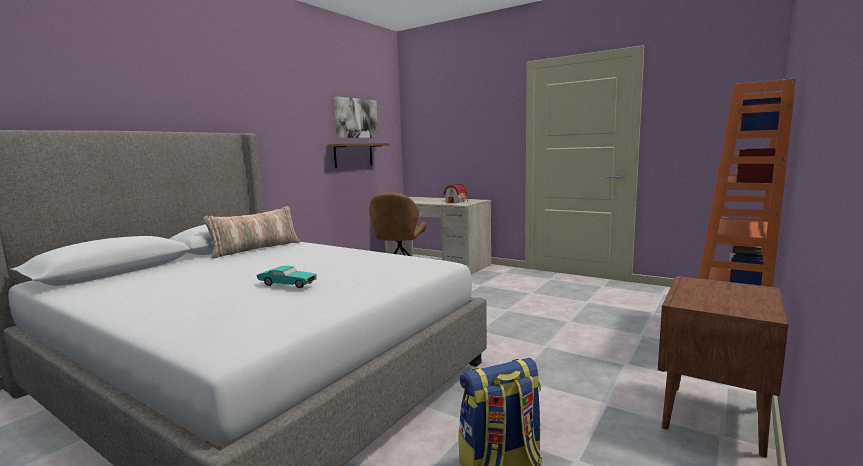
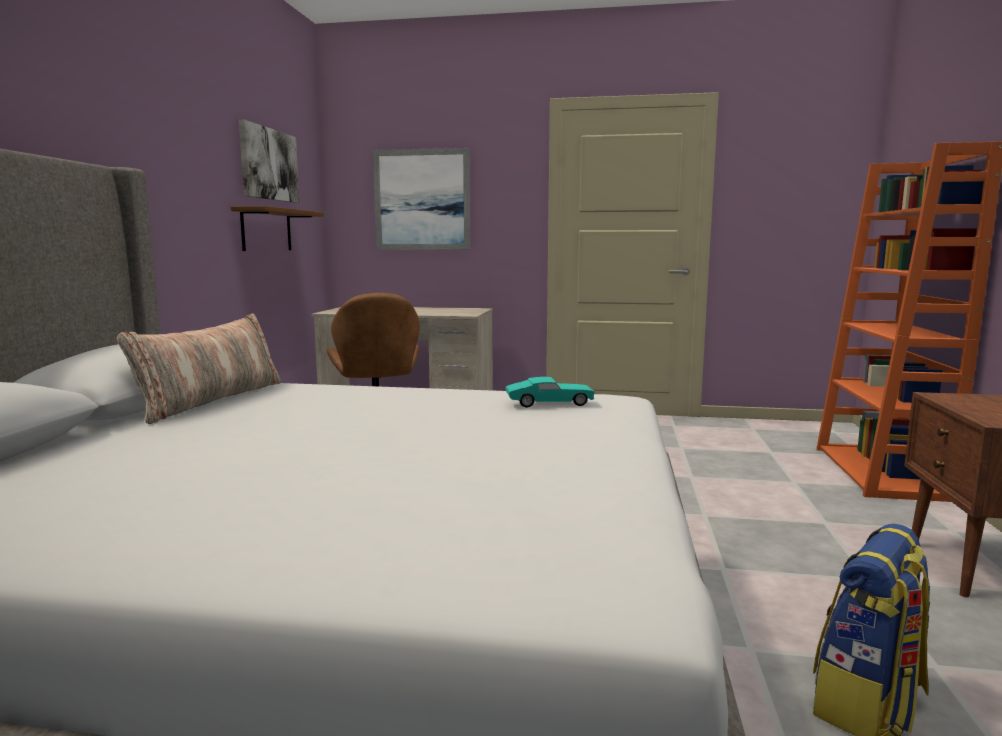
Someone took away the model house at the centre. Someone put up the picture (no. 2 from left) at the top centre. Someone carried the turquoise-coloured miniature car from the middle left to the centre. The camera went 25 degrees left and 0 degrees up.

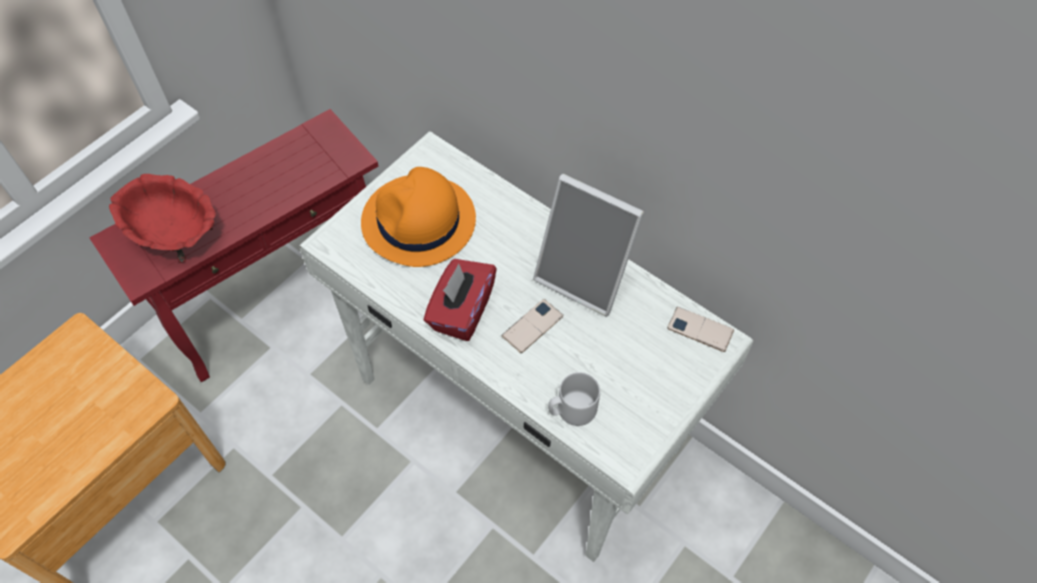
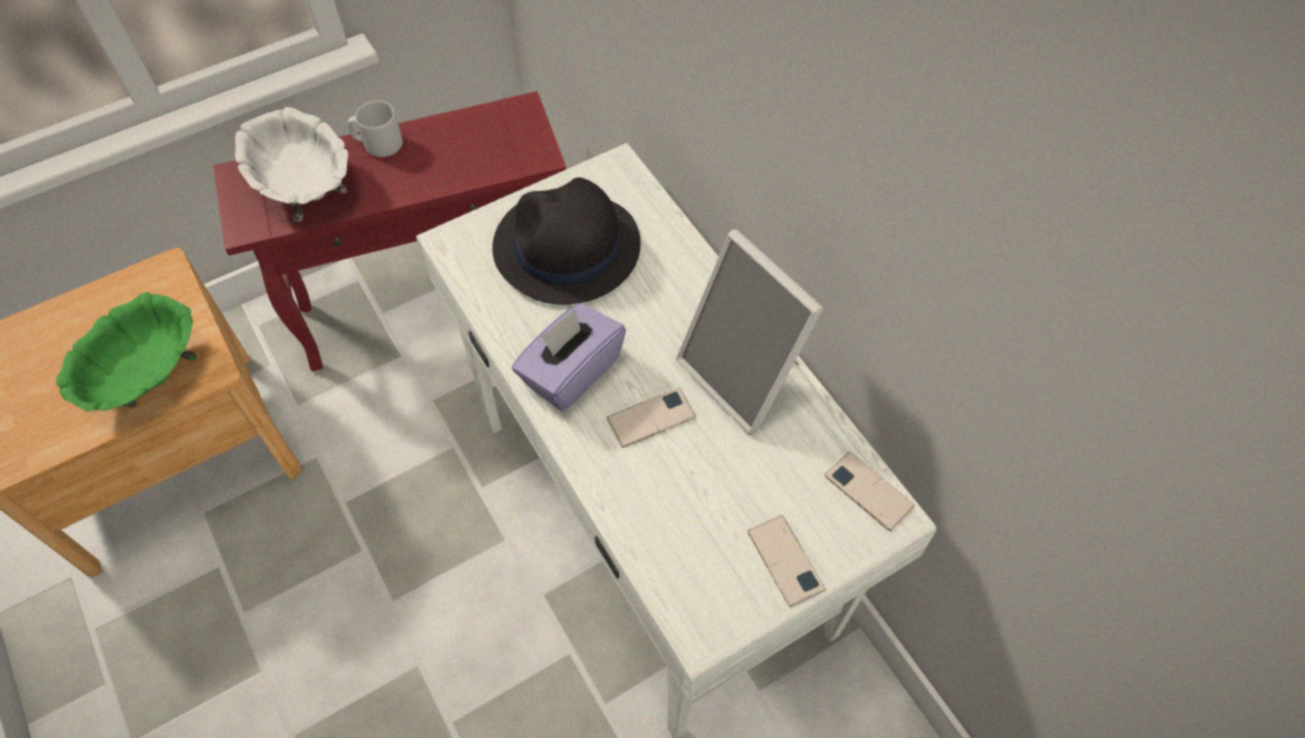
Someone put down the greenish deep dish at the middle left. Someone put down the telephone (no. 2 from left) at the bottom centre. Someone carried the grey coffee mug from the bottom centre to the top left. Someone repainted the red-coloured deep dish at the middle left, which became the white deep dish at the top left. Someone repainted the orange-coloured clothing hat at the centre, which became the black clothing hat at the top centre. Someone repainted the red-coloured tissue box at the centre, which became the purple-coloured tissue box at the centre. The camera went 20 degrees right and 0 degrees up.

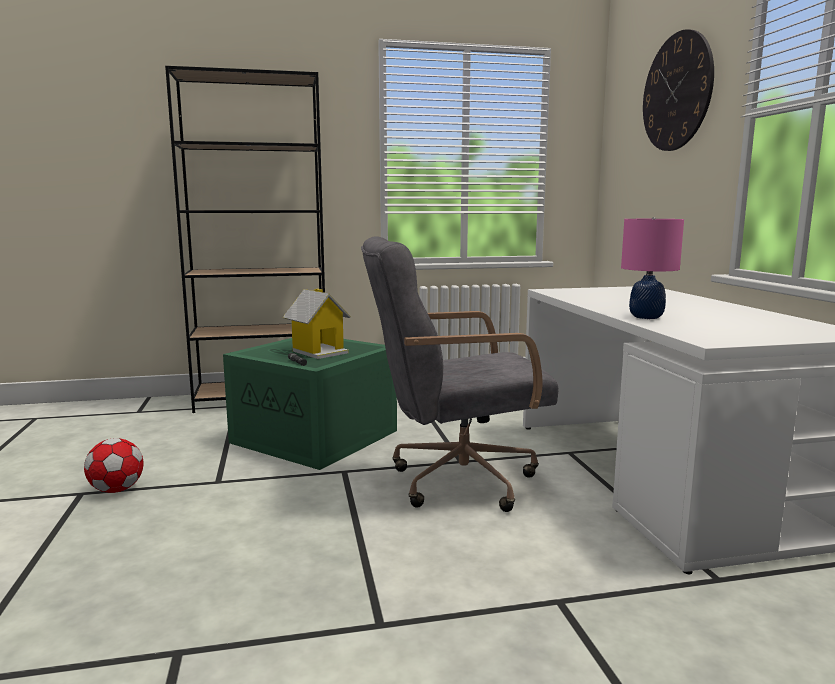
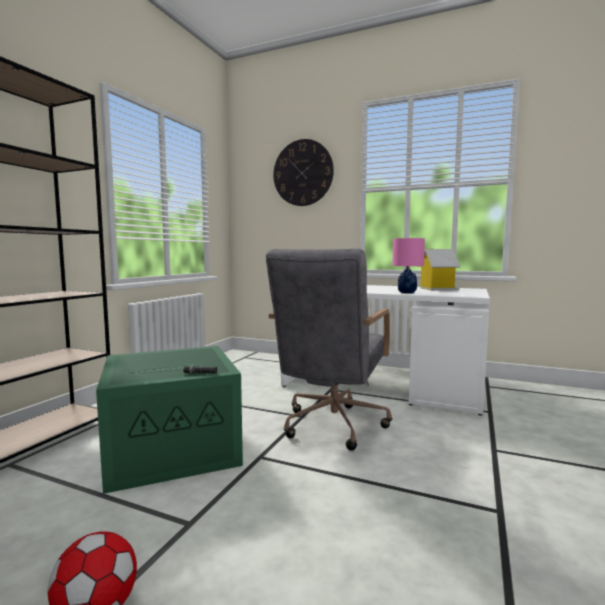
Someone carried the model house from the centre to the middle right. The camera went 55 degrees left and 5 degrees down.

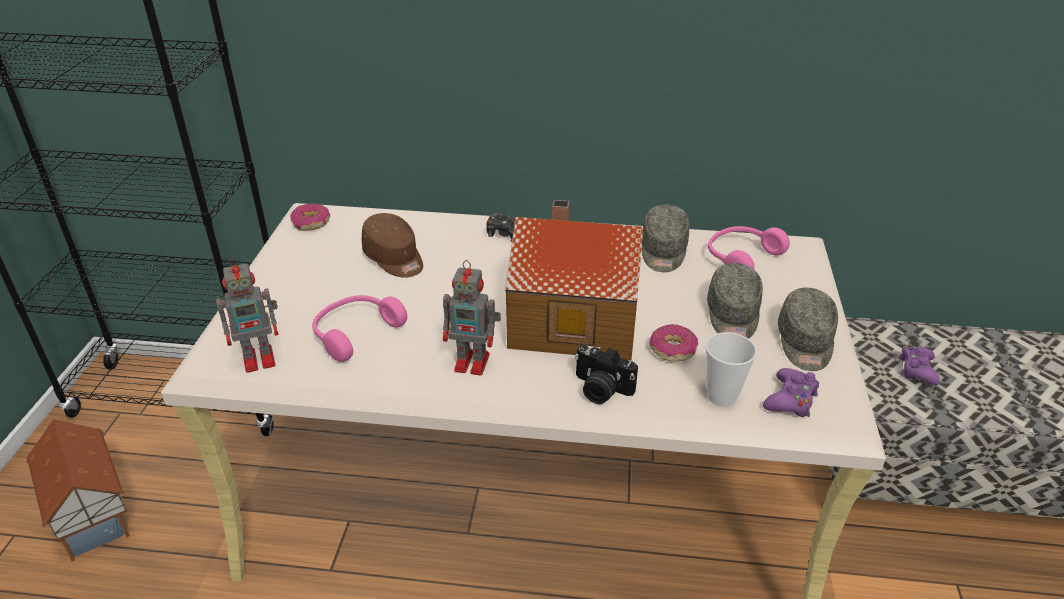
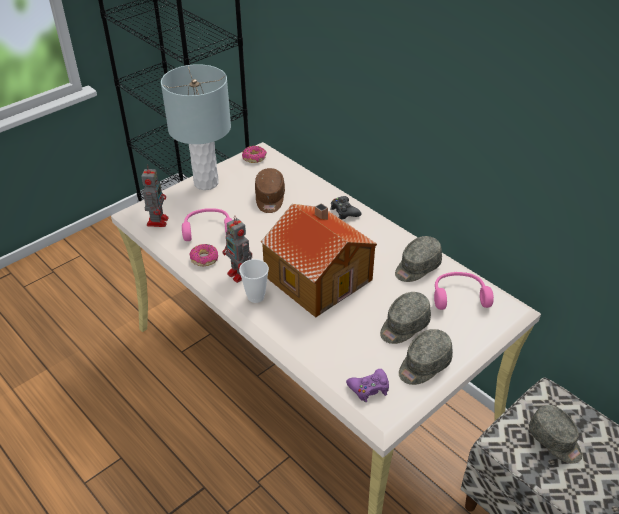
Someone took away the model house (no. 1 from left) at the bottom left. Someone took away the photo camera at the centre. Someone put down the grey tabletop lamp at the top left. Someone carried the doughnut (no. 2 from left in the first image) from the centre to the middle left. Someone carried the drinking cup from the middle right to the centre. Someone swapped the purple-coloured gamepad (no. 2 from left) at the middle right for the grey baseball cap (no. 4 from left) at the bottom right. Someone rotated the toy robot (no. 1 from left) at the middle left by 105 degrees counterclockwise. The camera went 40 degrees right and 5 degrees up.

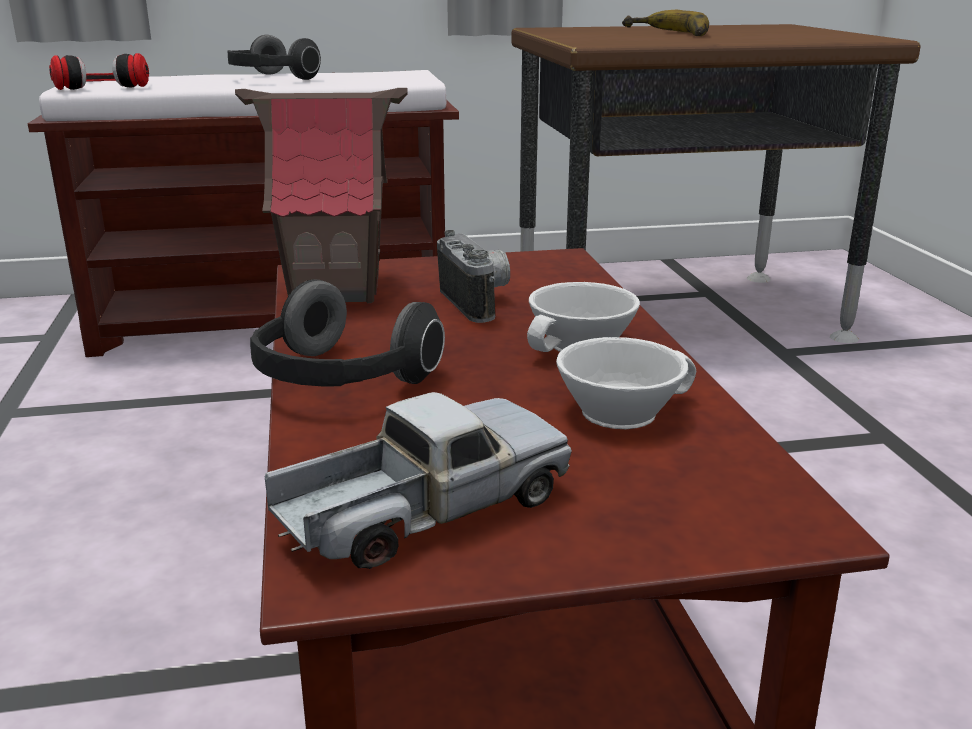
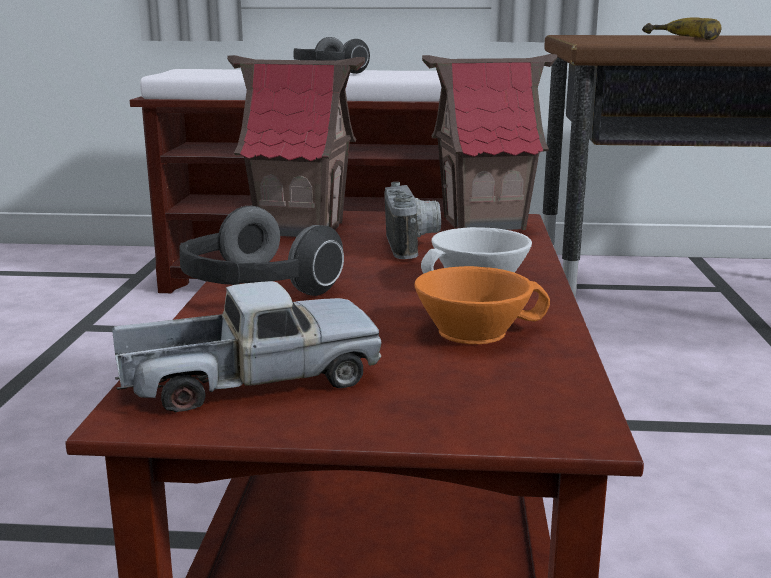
Someone took away the headphones (no. 1 from left) at the top left. Someone put down the model house (no. 2 from left) at the top centre. Someone repainted the white drinking cup (no. 2 from left) at the centre, which became the orange-coloured drinking cup at the centre. The camera went 15 degrees right and 5 degrees down.

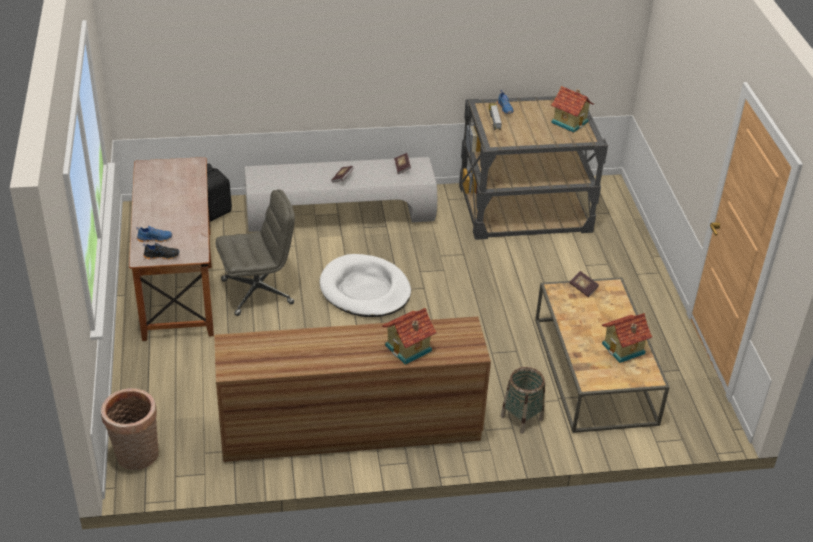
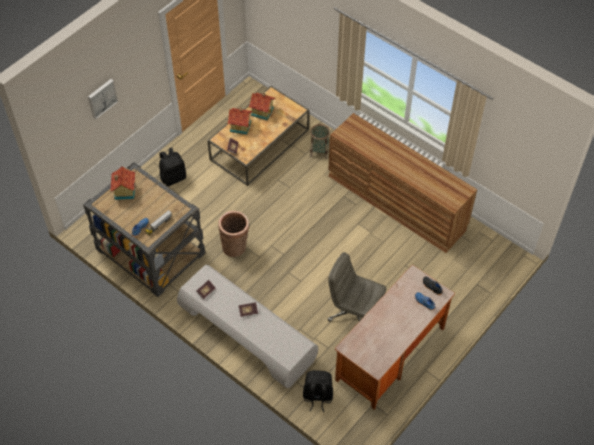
Someone took away the white dog cushion at the centre. Someone put up the picture at the top left. Someone put down the black rucksack (no. 1 from left) at the middle left. Someone carried the storage basket (no. 1 from left) from the bottom left to the centre. Someone carried the model house (no. 1 from left in the first image) from the centre to the top centre. The camera went 130 degrees left and 15 degrees up.

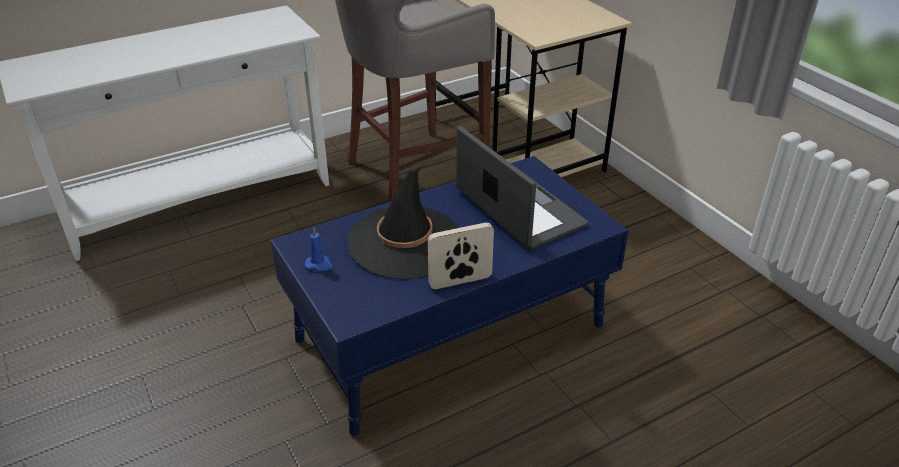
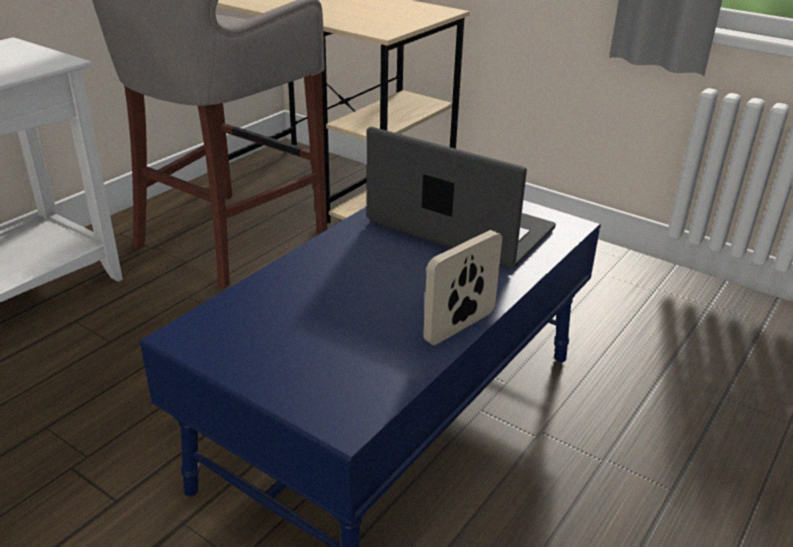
Someone took away the blue wax candle at the centre. Someone took away the black clothing hat at the centre. The camera went 25 degrees left and 5 degrees down.

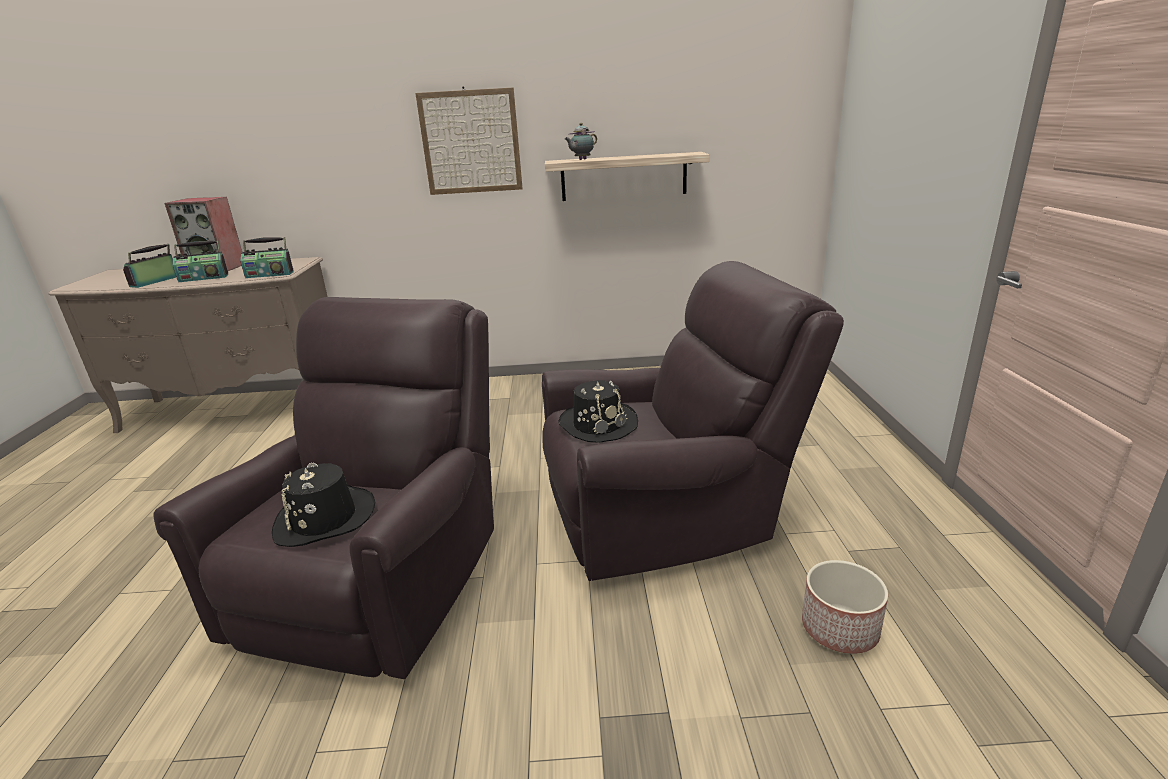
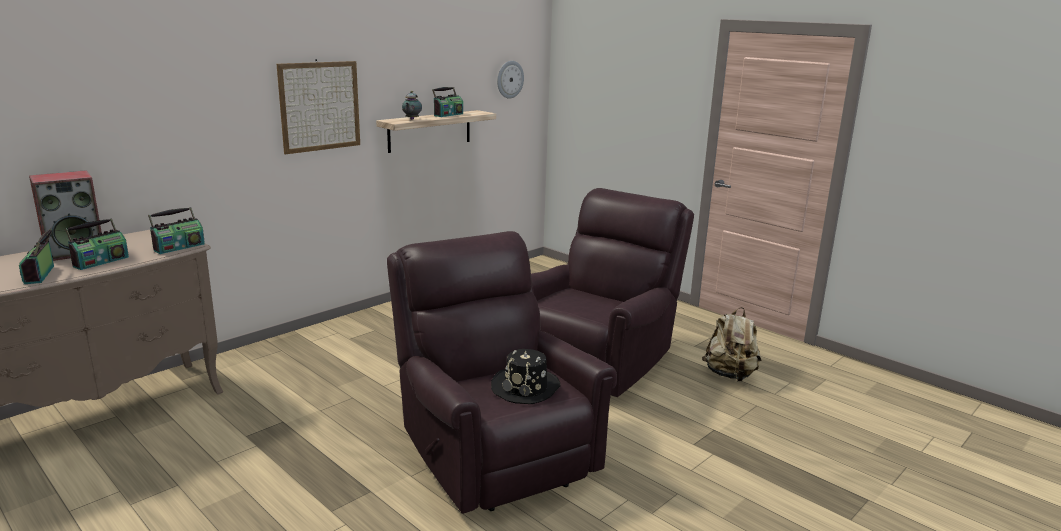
Someone took away the black clothing hat (no. 2 from left) at the centre. Someone put down the radio (no. 4 from left) at the top centre. Someone put up the wall clock at the top centre. Someone swapped the planter at the bottom right for the beige rucksack at the middle right. The camera went 45 degrees left and 5 degrees down.

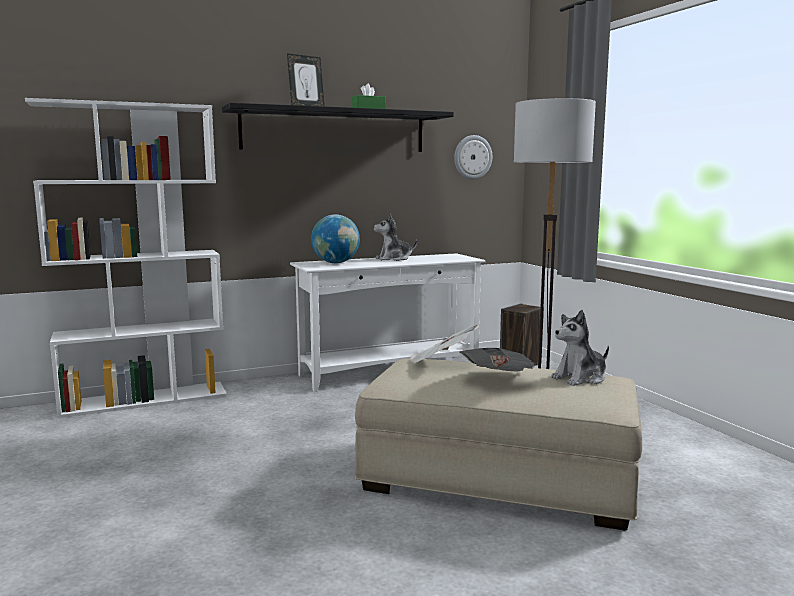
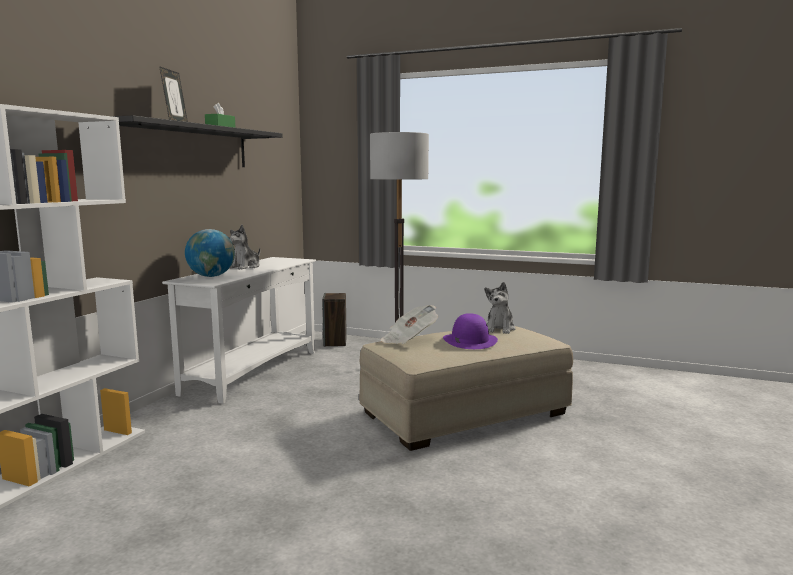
Someone took away the wall clock at the top centre. Someone swapped the printed paper (no. 2 from left) at the centre for the purple-coloured clothing hat at the centre. The camera went 45 degrees left and 0 degrees up.

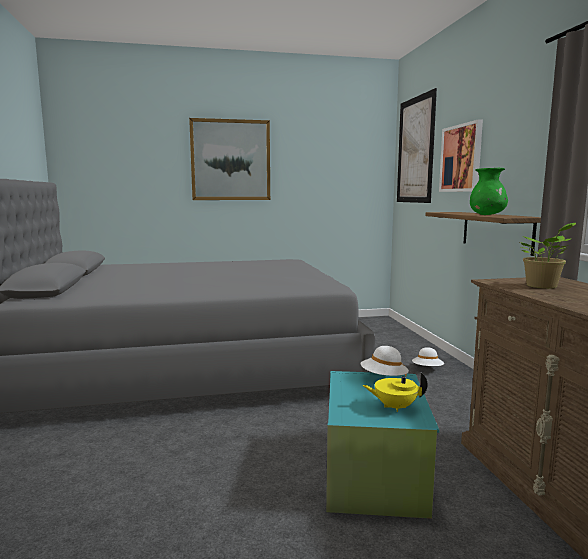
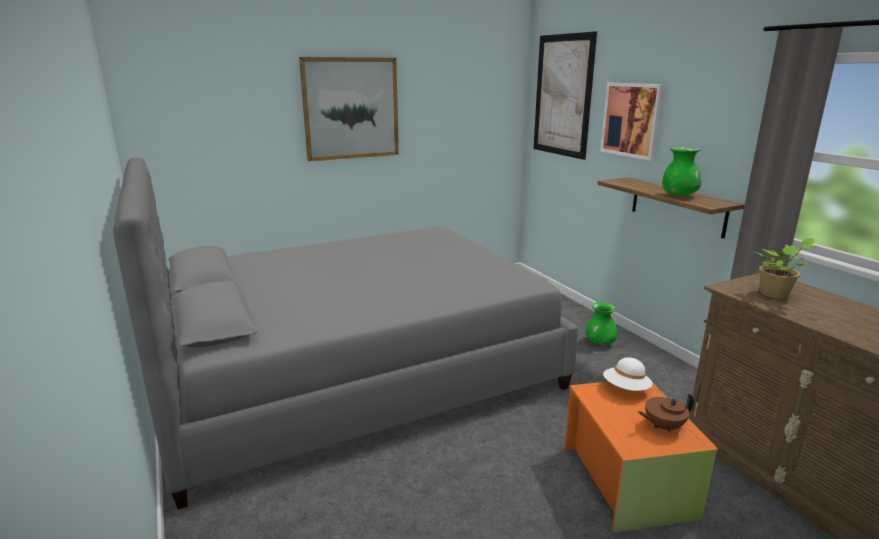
Someone swapped the white clothing hat (no. 2 from left) at the middle right for the greenish decorative vase (no. 1 from left) at the middle right. Someone repainted the turquoise-coloured storage box at the bottom centre, which became the orange-coloured storage box at the bottom right. Someone repainted the yellow pot for tea at the bottom right, which became the brown pot for tea at the bottom right. The camera went 15 degrees left and 10 degrees up.

